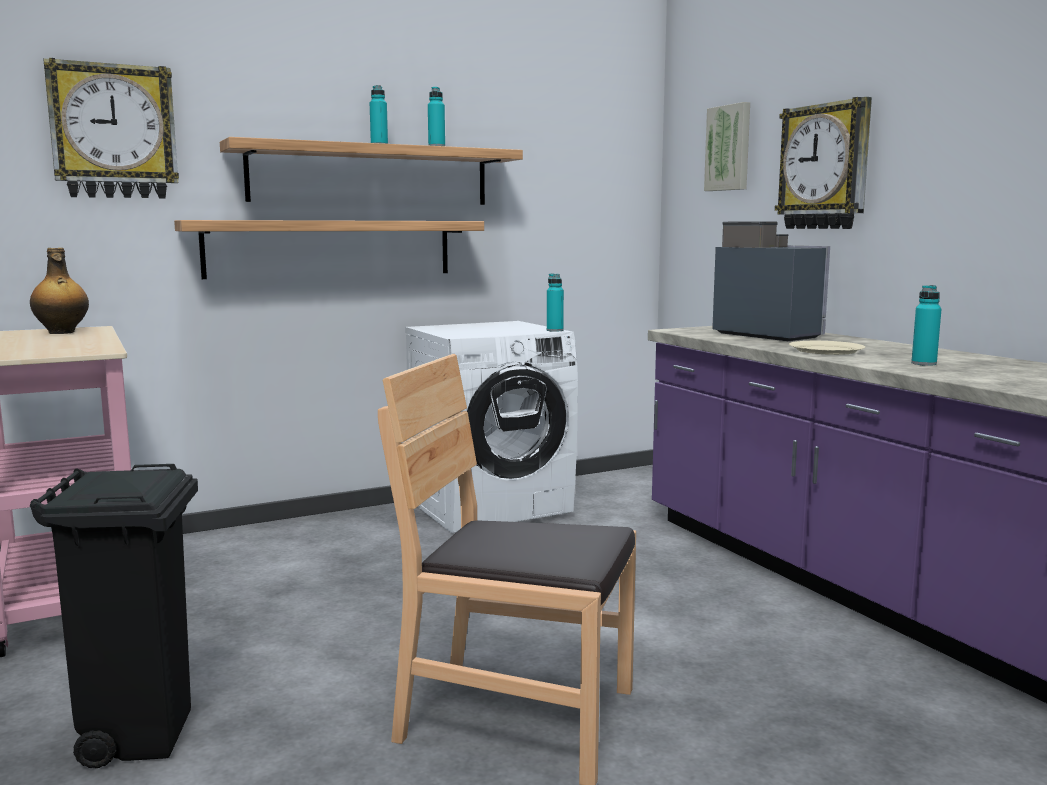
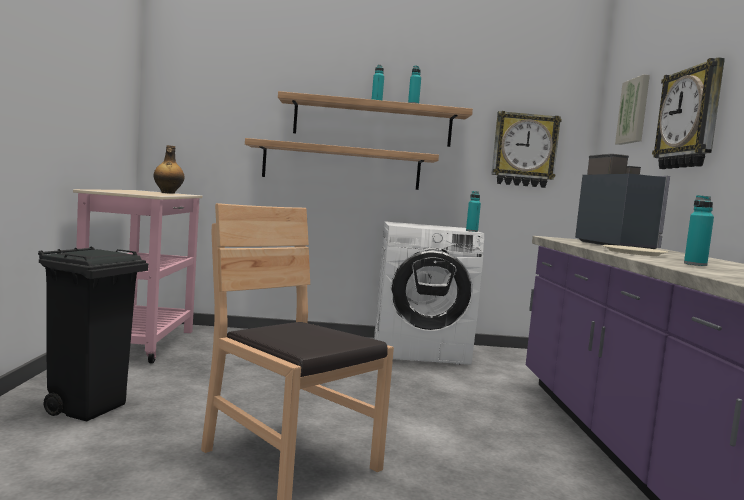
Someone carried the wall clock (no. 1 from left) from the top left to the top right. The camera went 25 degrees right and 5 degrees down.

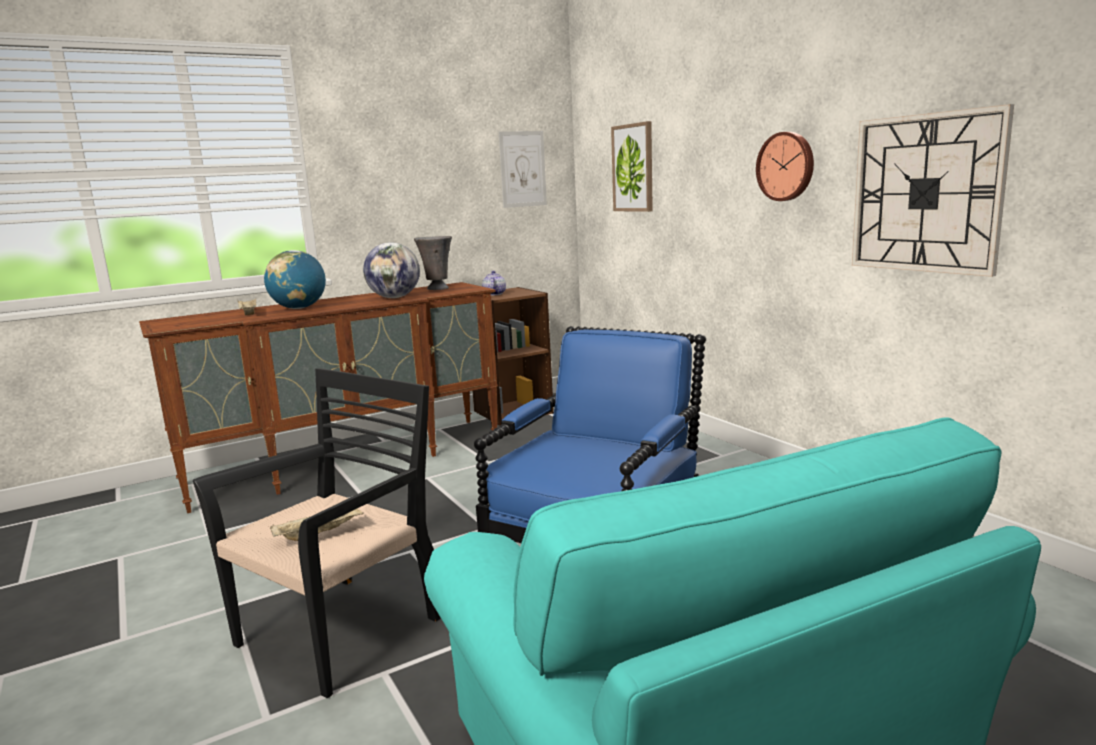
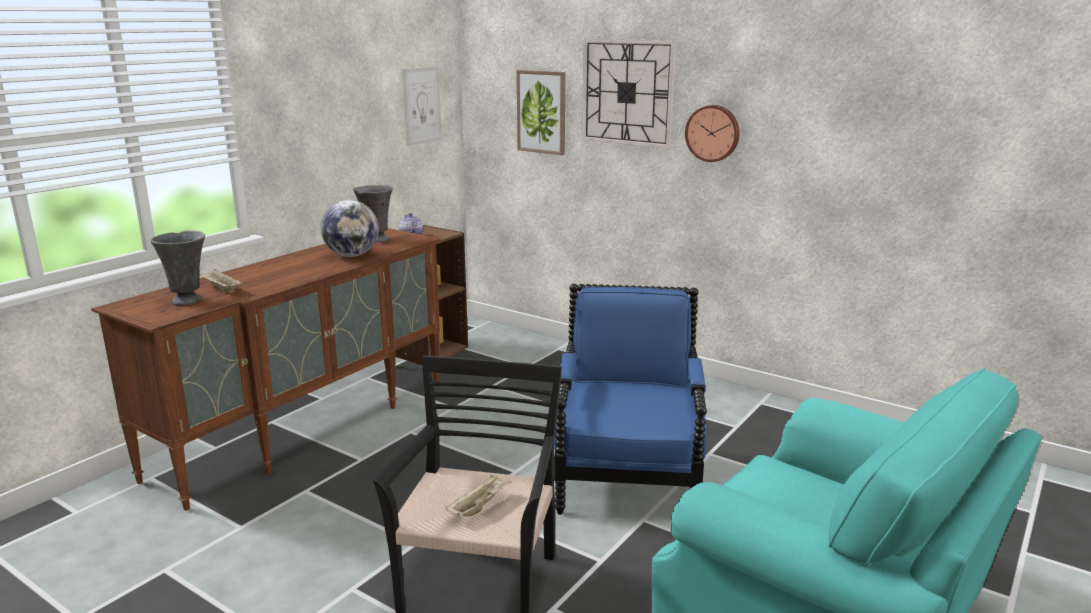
Someone took away the world globe (no. 1 from left) at the middle left. Someone put down the grey decorative vase (no. 1 from left) at the middle left. Someone carried the wall clock (no. 2 from left in the first image) from the top right to the top centre. The camera went 25 degrees left and 5 degrees up.

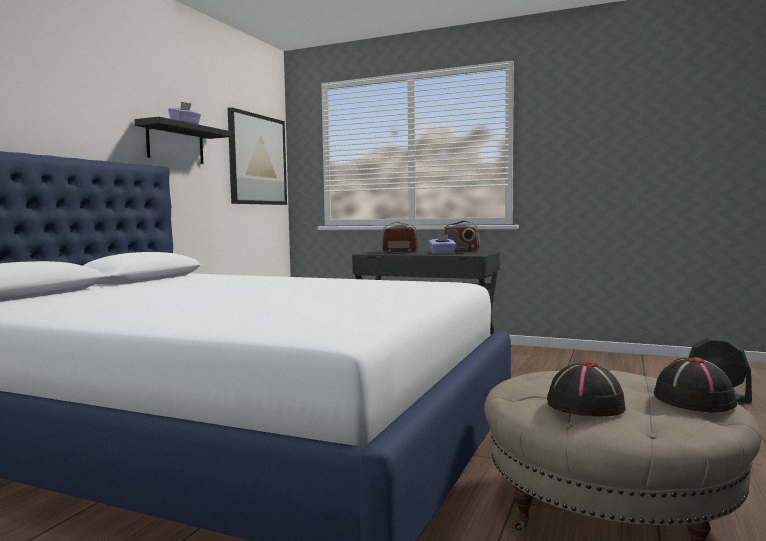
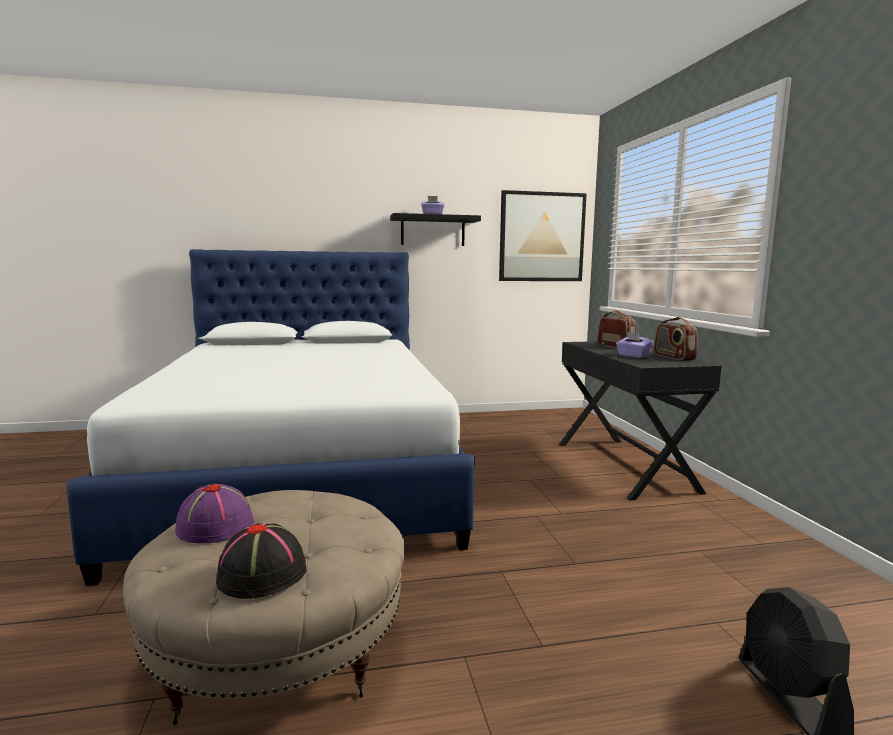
Someone repainted the black clothing hat (no. 1 from left) at the bottom right, which became the purple-coloured clothing hat at the bottom left. The camera went 55 degrees right and 5 degrees up.

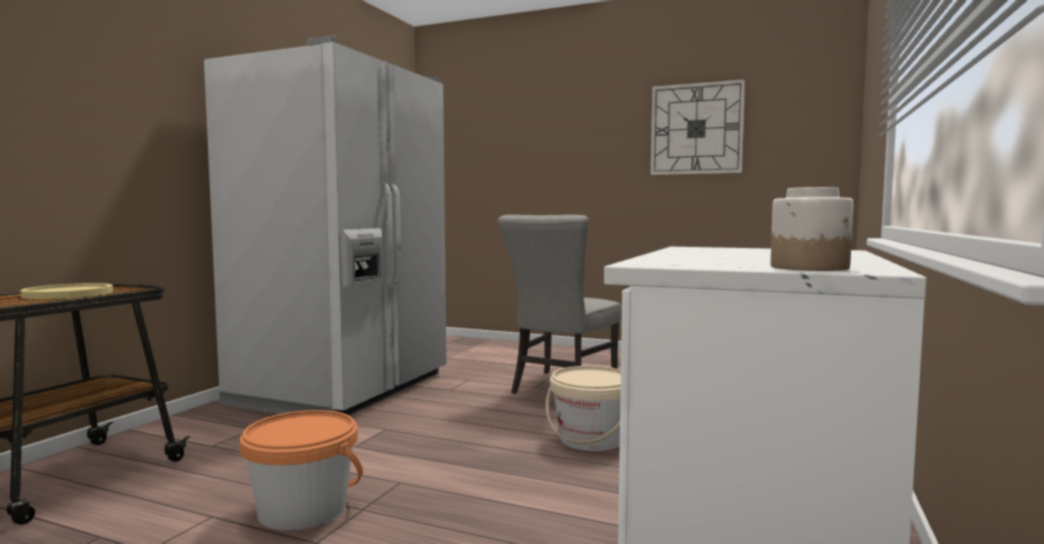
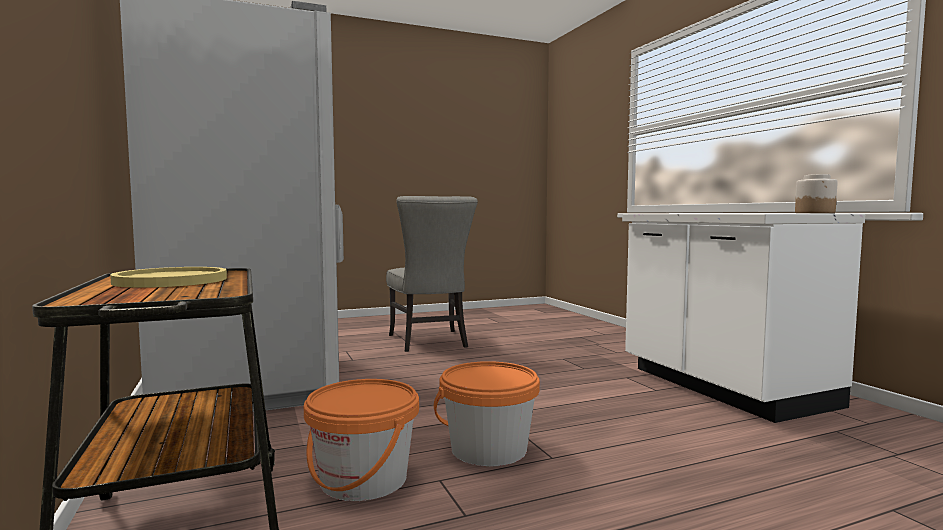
Someone took away the beige water bucket at the bottom centre. Someone took away the wall clock at the top right. Someone put down the orange-coloured water bucket (no. 1 from left) at the bottom centre. The camera went 45 degrees left and 0 degrees up.

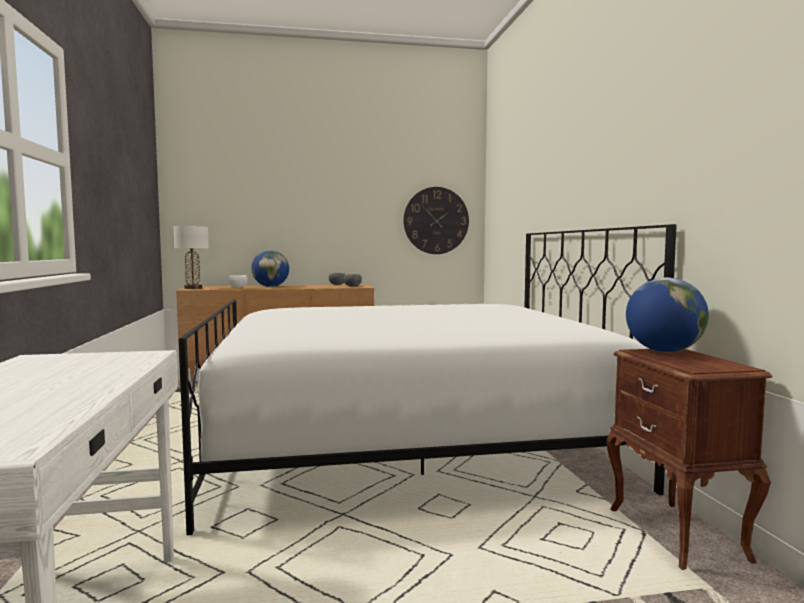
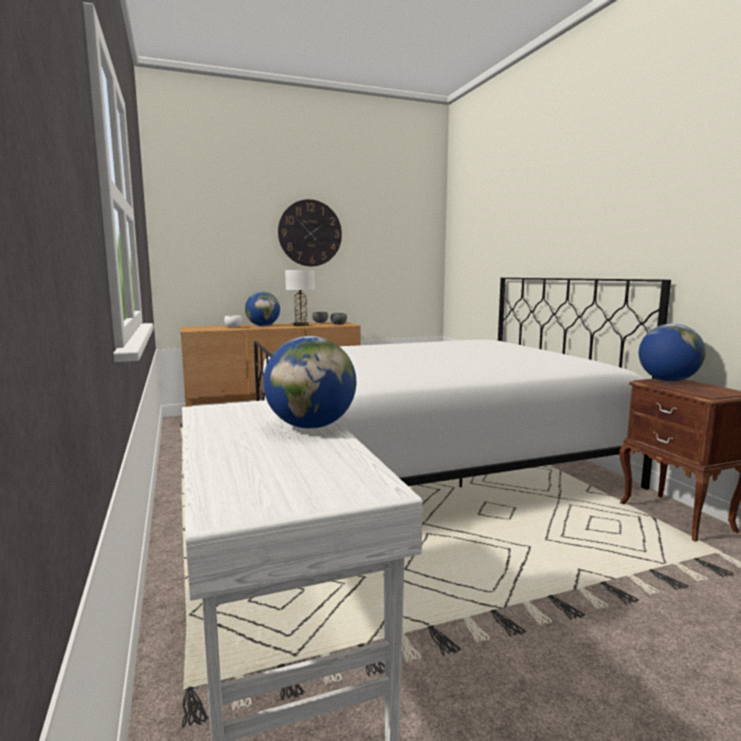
Someone put down the world globe (no. 2 from left) at the centre. Someone carried the tabletop lamp from the middle left to the centre. Someone carried the wall clock from the centre to the top centre. The camera went 10 degrees left and 5 degrees up.

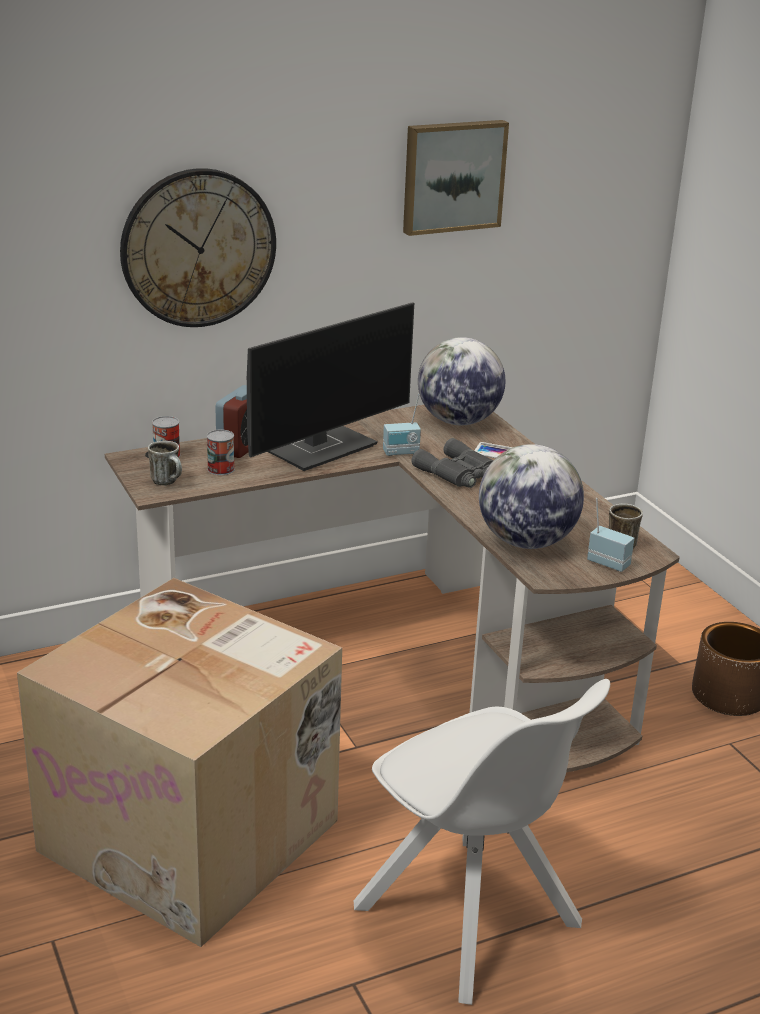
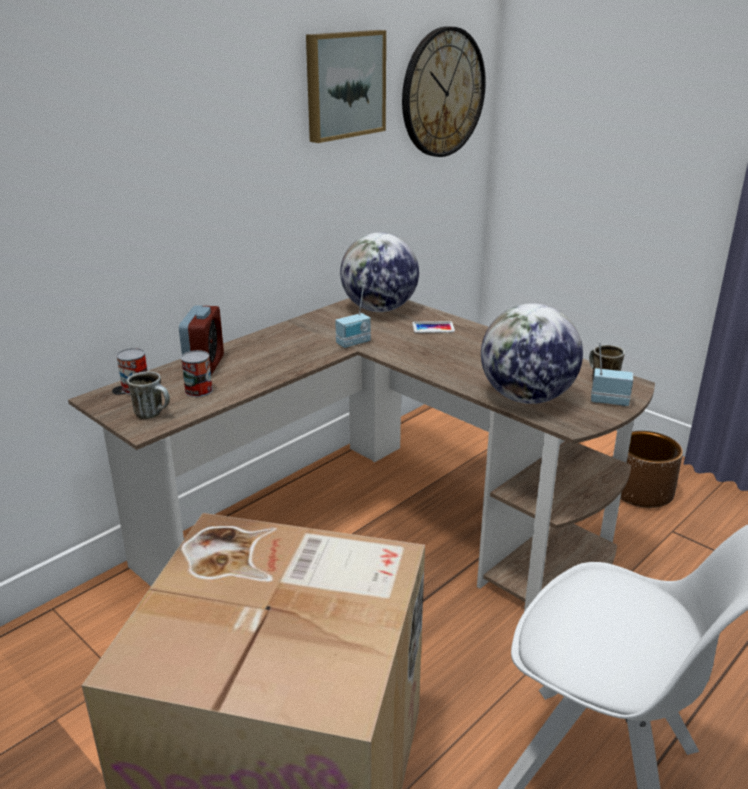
Someone took away the computer screen at the centre. Someone took away the grey field glasses at the centre. Someone carried the wall clock from the top left to the top centre. The camera went 20 degrees left and 0 degrees up.

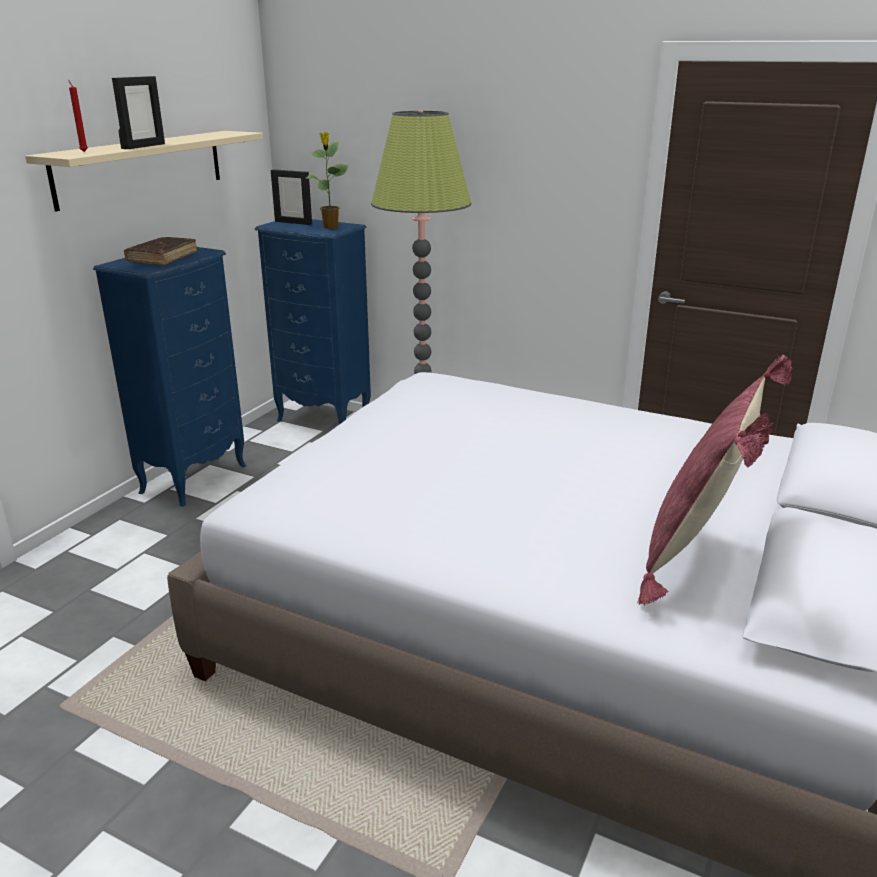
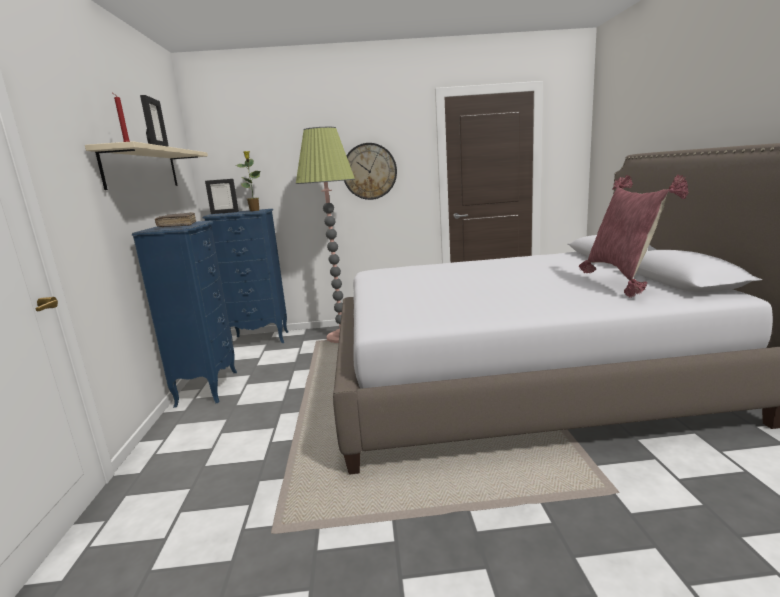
Someone put up the wall clock at the top centre. The camera went 30 degrees left and 10 degrees down.

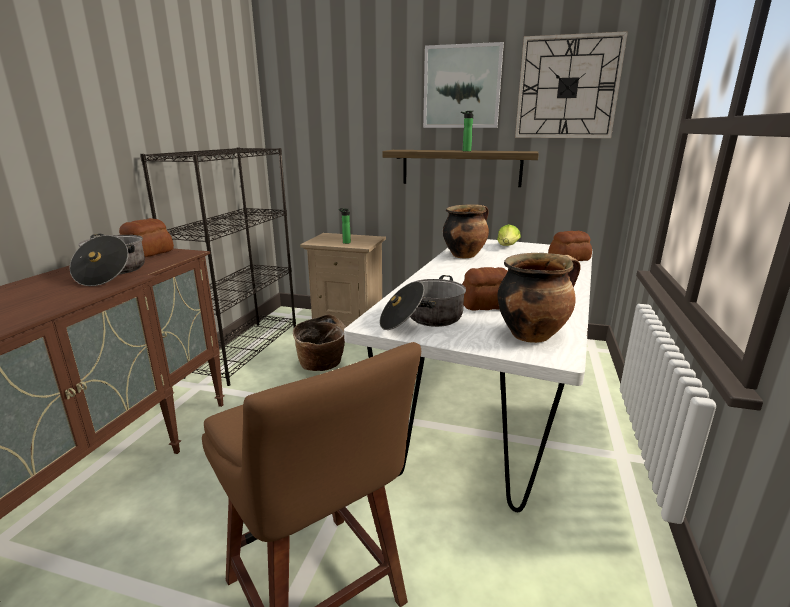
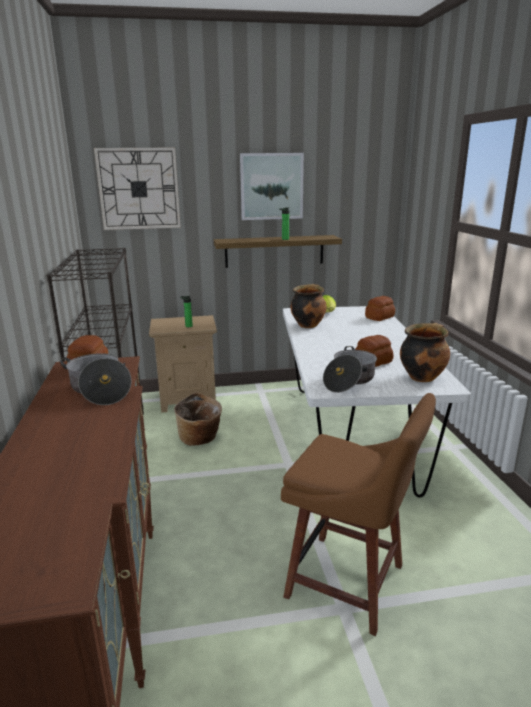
Someone carried the wall clock from the top right to the top left. The camera went 25 degrees left and 0 degrees up.

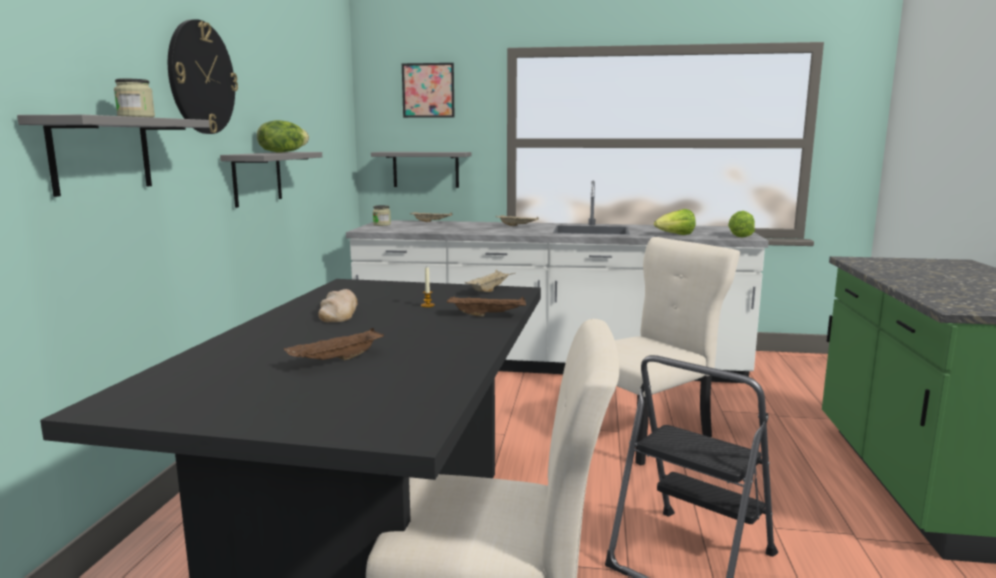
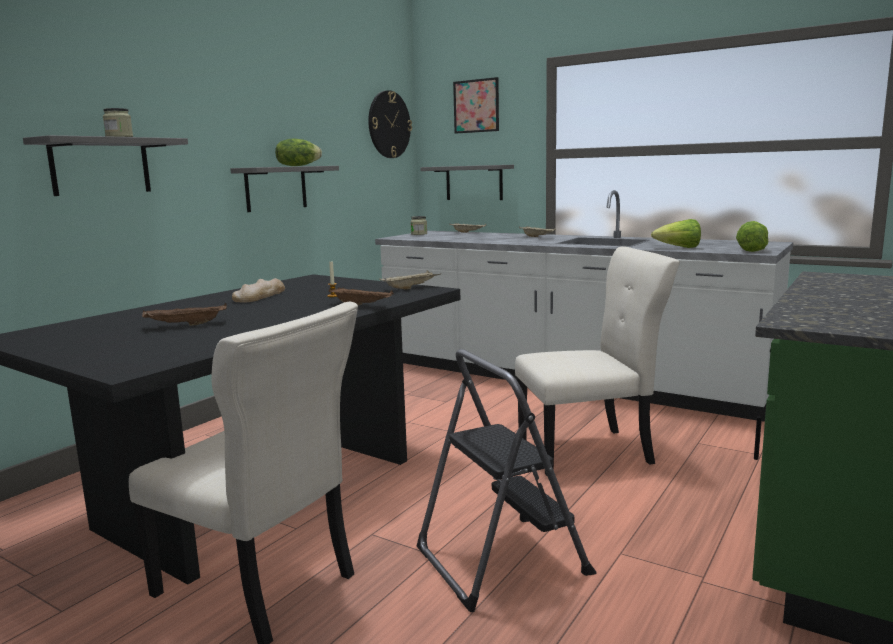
Someone carried the wall clock from the top left to the top centre. The camera went 25 degrees right and 0 degrees up.

